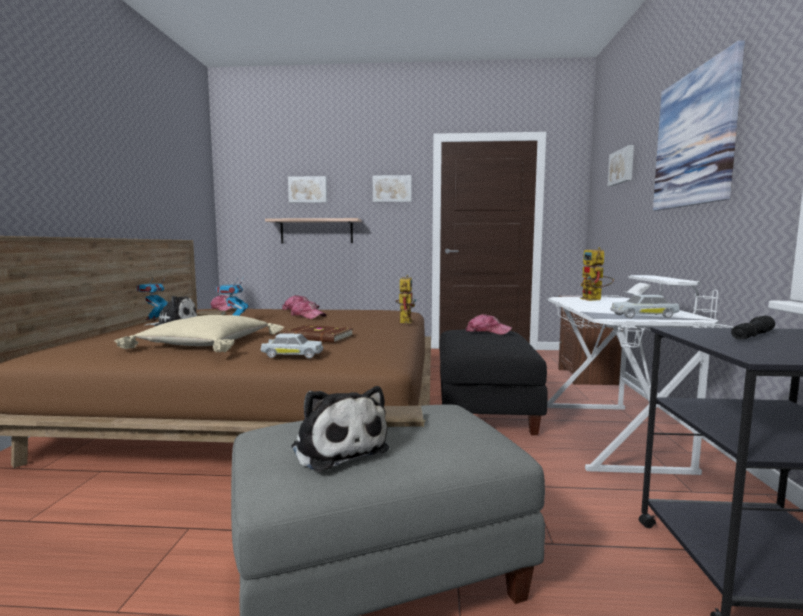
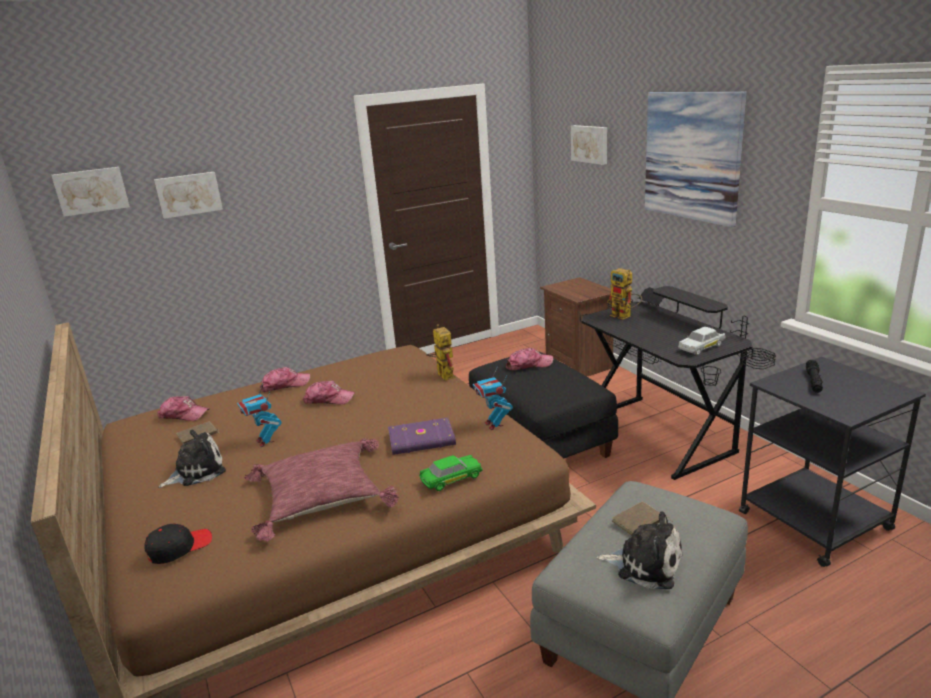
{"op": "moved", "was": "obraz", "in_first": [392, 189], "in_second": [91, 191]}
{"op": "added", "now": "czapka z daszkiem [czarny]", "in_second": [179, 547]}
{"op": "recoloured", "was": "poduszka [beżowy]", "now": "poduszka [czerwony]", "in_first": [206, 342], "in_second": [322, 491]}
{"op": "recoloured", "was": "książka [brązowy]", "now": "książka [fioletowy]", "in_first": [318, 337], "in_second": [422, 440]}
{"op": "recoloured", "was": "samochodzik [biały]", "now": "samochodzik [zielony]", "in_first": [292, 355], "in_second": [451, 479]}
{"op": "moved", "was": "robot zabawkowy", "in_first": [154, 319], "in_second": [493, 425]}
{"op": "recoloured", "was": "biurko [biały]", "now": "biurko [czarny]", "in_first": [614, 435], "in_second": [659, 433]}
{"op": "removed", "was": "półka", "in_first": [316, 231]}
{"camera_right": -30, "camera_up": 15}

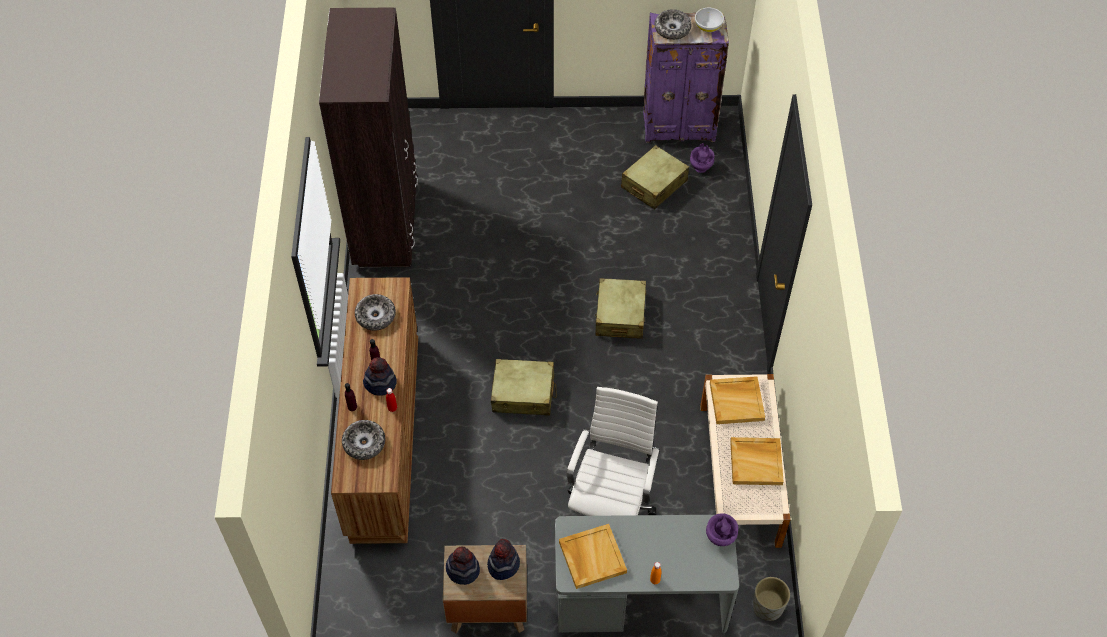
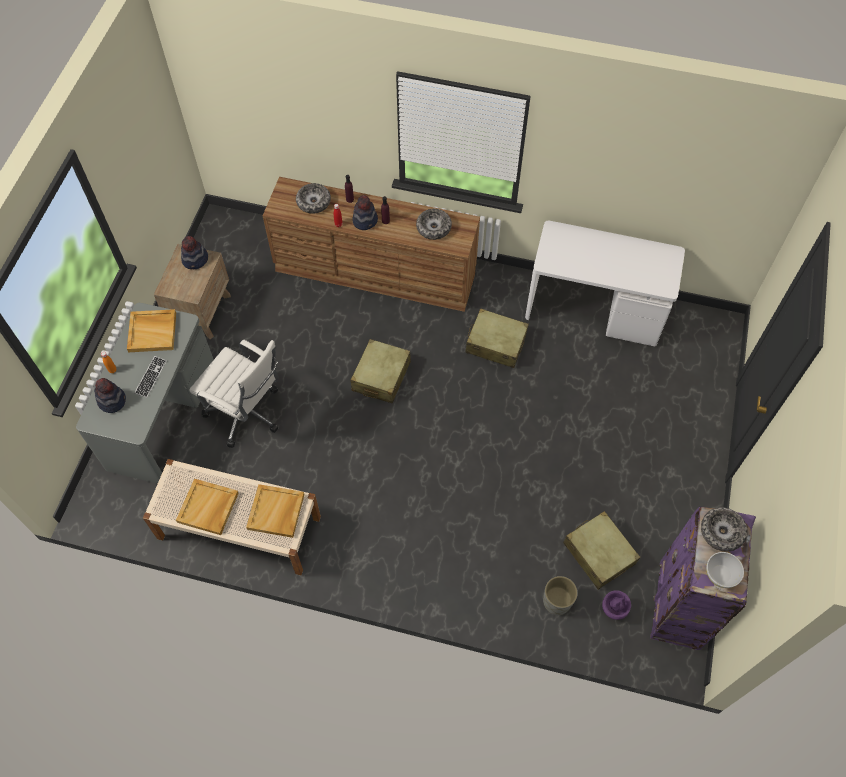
{"op": "moved", "was": "kapelusz", "in_first": [503, 564], "in_second": [112, 400]}
{"op": "added", "now": "klawiatura", "in_second": [151, 377]}
{"op": "moved", "was": "walizka [beżowy]", "in_first": [620, 315], "in_second": [495, 343]}
{"op": "replaced", "was": "szafa [brązowy]", "now": "biurko [biały]", "in_first": [386, 223], "in_second": [595, 309]}
{"op": "moved", "was": "donica [szary]", "in_first": [768, 607], "in_second": [556, 601]}
{"op": "removed", "was": "wazon [fioletowy]", "in_first": [720, 538]}
{"camera_right": 105, "camera_up": 5}

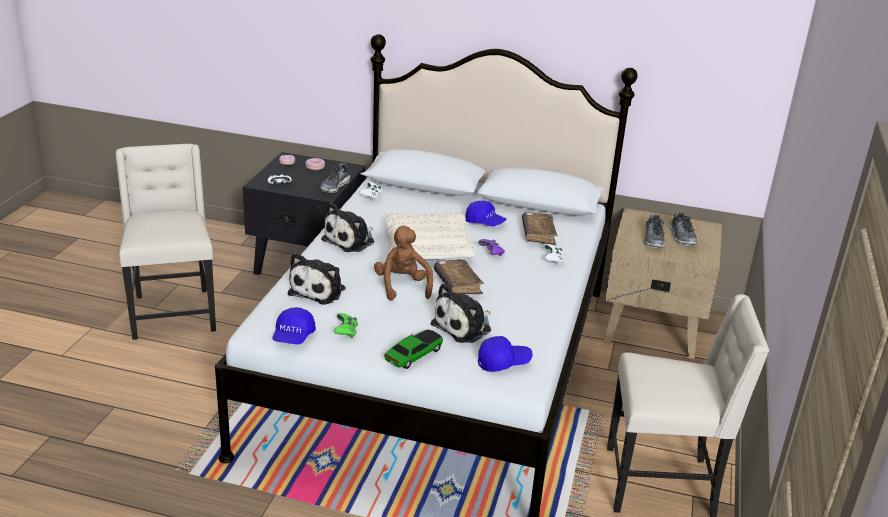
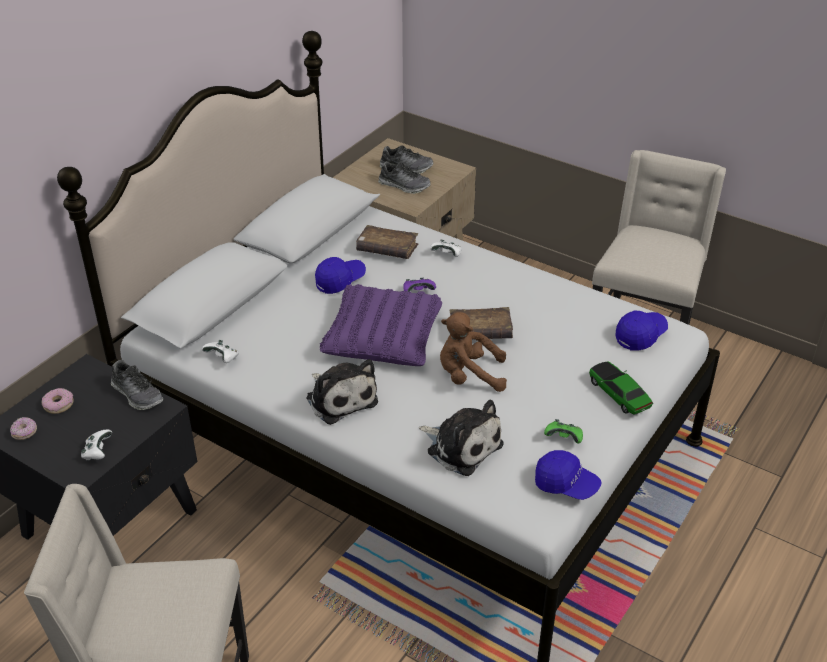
{"op": "recoloured", "was": "poduszka [beżowy]", "now": "poduszka [fioletowy]", "in_first": [428, 246], "in_second": [383, 336]}
{"op": "turned", "was": "czapka z daszkiem [niebieski]", "in_first": [503, 362], "in_second": [640, 335], "clockwise": 45}
{"op": "removed", "was": "pluszak", "in_first": [464, 327]}
{"camera_right": -70, "camera_up": 10}

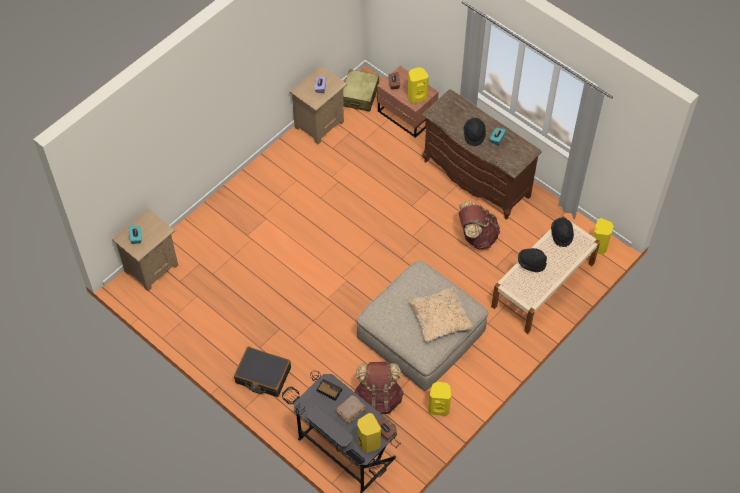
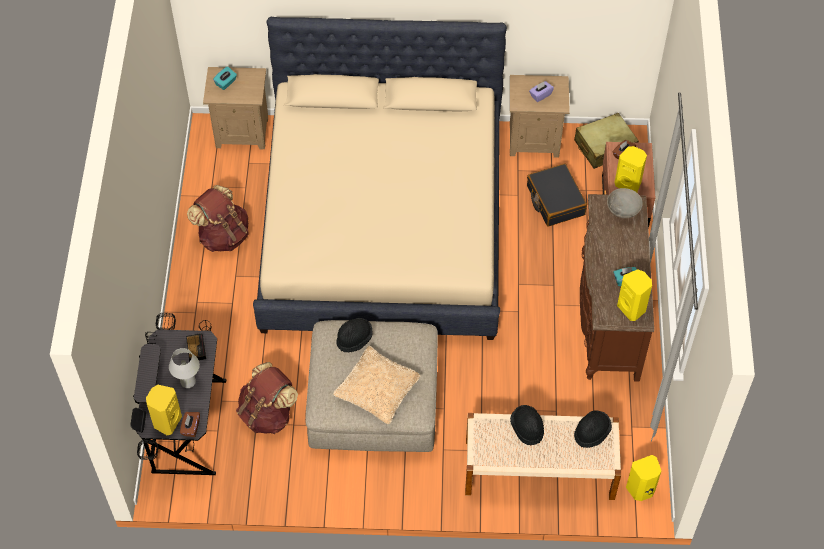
{"op": "replaced", "was": "książka [brązowy]", "now": "lampa stołowa [biały]", "in_first": [350, 411], "in_second": [188, 382]}
{"op": "moved", "was": "plecak [brązowy]", "in_first": [476, 236], "in_second": [223, 235]}
{"op": "added", "now": "łóżko [beżowy]", "in_second": [383, 224]}
{"op": "moved", "was": "kapelusz [czarny]", "in_first": [474, 135], "in_second": [354, 339]}
{"op": "moved", "was": "walizka [czarny]", "in_first": [263, 376], "in_second": [555, 200]}
{"op": "added", "now": "miska [szary]", "in_second": [623, 209]}
{"op": "moved", "was": "głośnik [żółty]", "in_first": [439, 407], "in_second": [632, 308]}
{"camera_right": 50, "camera_up": 0}

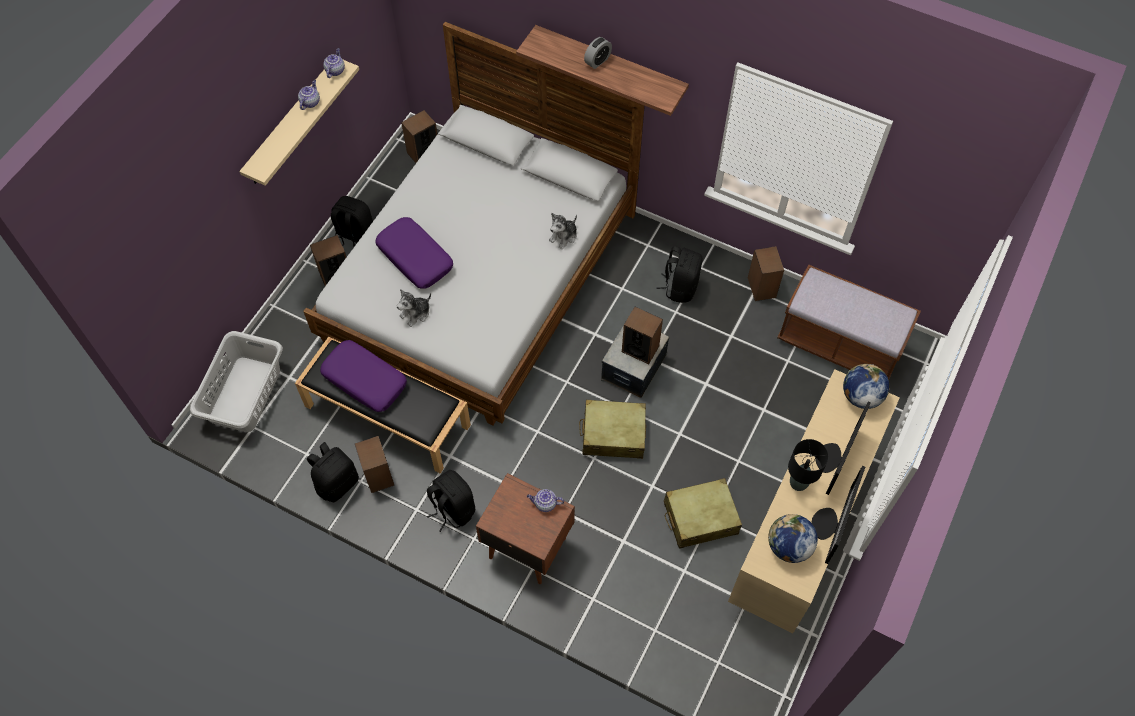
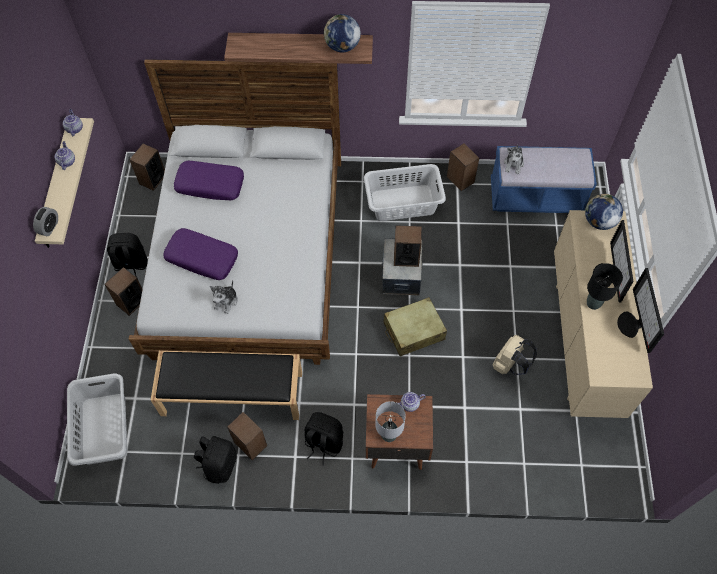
{"op": "moved", "was": "budzik", "in_first": [597, 61], "in_second": [49, 227]}
{"op": "moved", "was": "poduszka [fioletowy]", "in_first": [365, 380], "in_second": [210, 185]}
{"op": "moved", "was": "globus", "in_first": [788, 546], "in_second": [342, 47]}
{"op": "replaced", "was": "plecak [czarny]", "now": "kosz na pranie [szary]", "in_first": [680, 287], "in_second": [402, 202]}
{"op": "added", "now": "lampa stołowa [szary]", "in_second": [388, 435]}
{"op": "recoloured", "was": "ławka [brązowy]", "now": "ławka [niebieski]", "in_first": [839, 344], "in_second": [535, 197]}
{"op": "replaced", "was": "walizka [beżowy]", "now": "plecak [beżowy]", "in_first": [700, 518], "in_second": [510, 365]}
{"op": "moved", "was": "pluszak", "in_first": [564, 236], "in_second": [513, 164]}
{"camera_right": -25, "camera_up": 0}

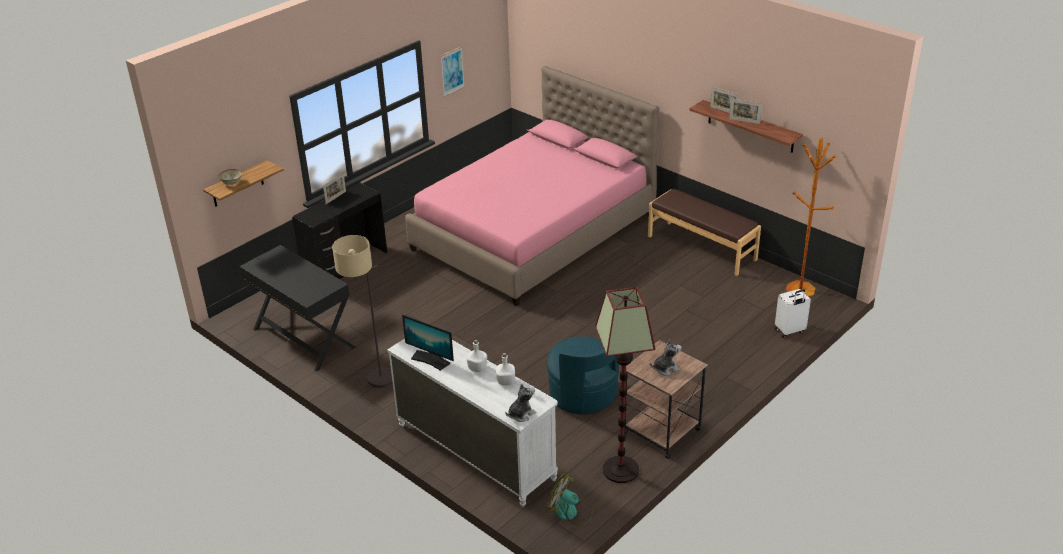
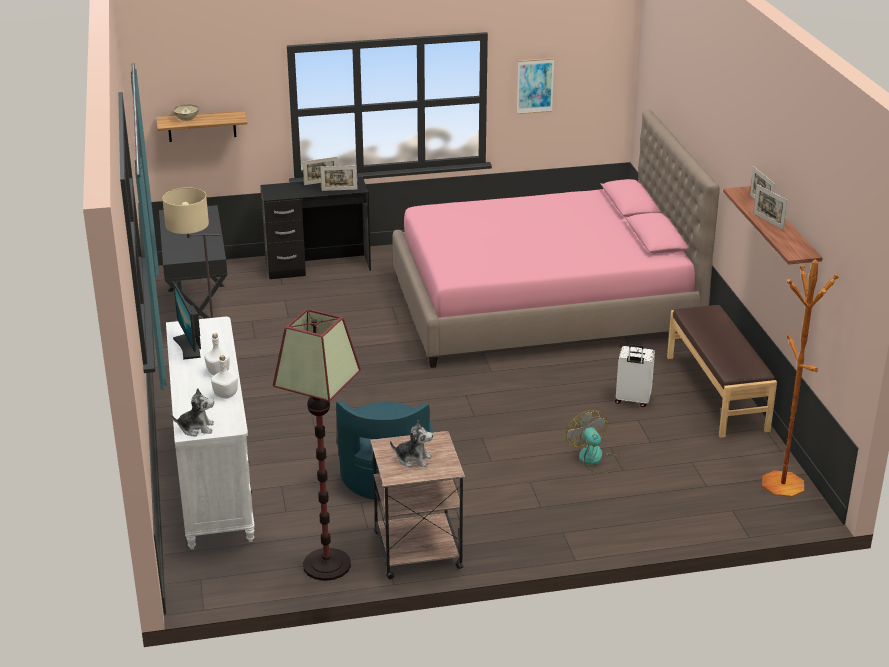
{"op": "added", "now": "ramka na zdjęcie", "in_second": [339, 190]}
{"op": "moved", "was": "wentylator", "in_first": [571, 512], "in_second": [595, 459]}
{"op": "moved", "was": "walizka [biały]", "in_first": [790, 331], "in_second": [632, 400]}
{"camera_right": 35, "camera_up": -5}

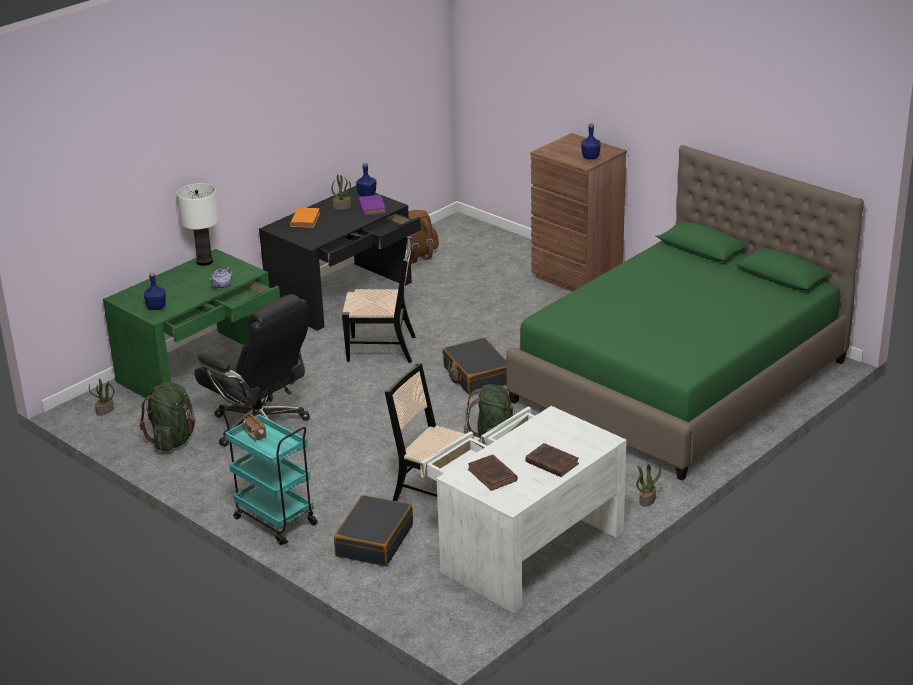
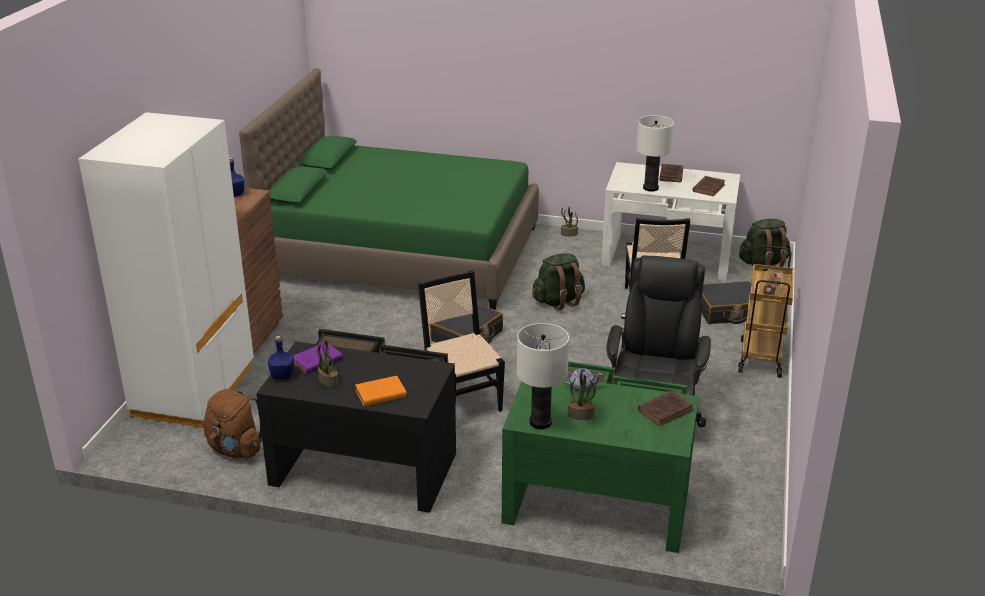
{"op": "added", "now": "szafa [biały]", "in_second": [194, 391]}
{"op": "moved", "was": "roślina doniczkowa", "in_first": [105, 411], "in_second": [581, 415]}
{"op": "added", "now": "lampa stołowa [biały]", "in_second": [650, 188]}
{"op": "replaced", "was": "butelka [niebieski]", "now": "książka [brązowy]", "in_first": [156, 307], "in_second": [666, 410]}
{"op": "recoloured", "was": "wózek [turkusowy]", "now": "wózek [brązowy]", "in_first": [274, 521], "in_second": [760, 359]}
{"op": "moved", "was": "plecak [zielony]", "in_first": [173, 440], "in_second": [763, 264]}
{"camera_right": -120, "camera_up": 0}

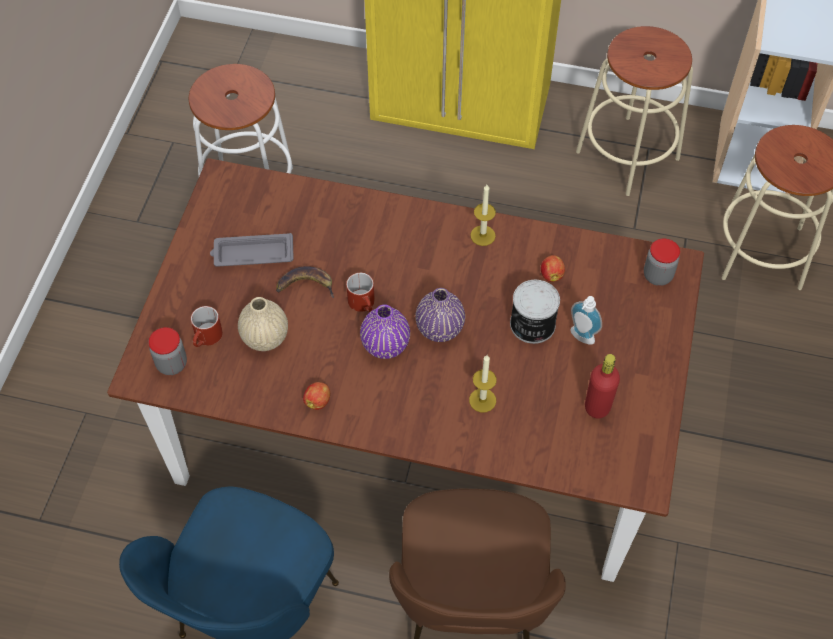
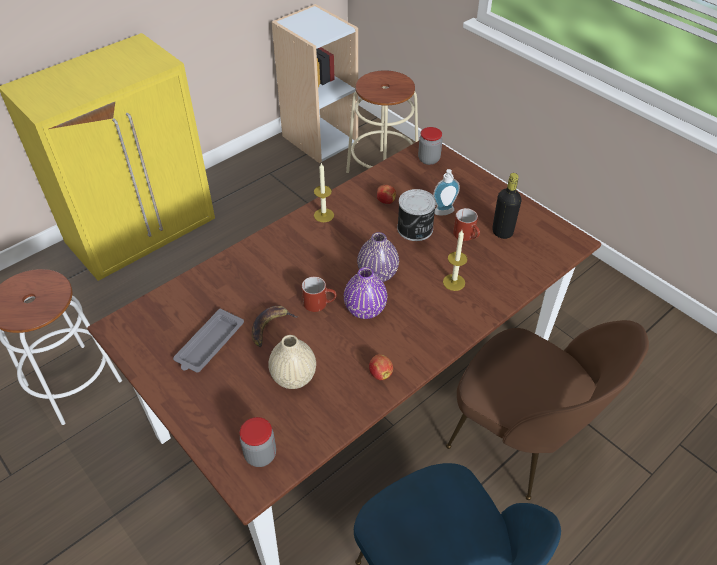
{"op": "moved", "was": "kubek [czerwony]", "in_first": [207, 339], "in_second": [467, 236]}
{"op": "recoloured", "was": "butelka [czerwony]", "now": "butelka [czarny]", "in_first": [597, 407], "in_second": [502, 232]}
{"op": "removed", "was": "stołek [beżowy]", "in_first": [627, 155]}
{"camera_right": -55, "camera_up": -10}

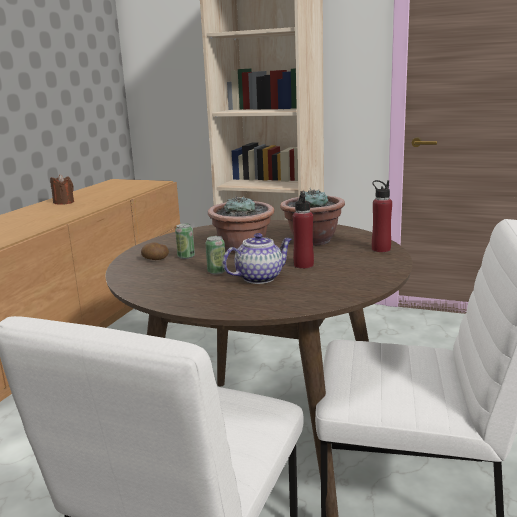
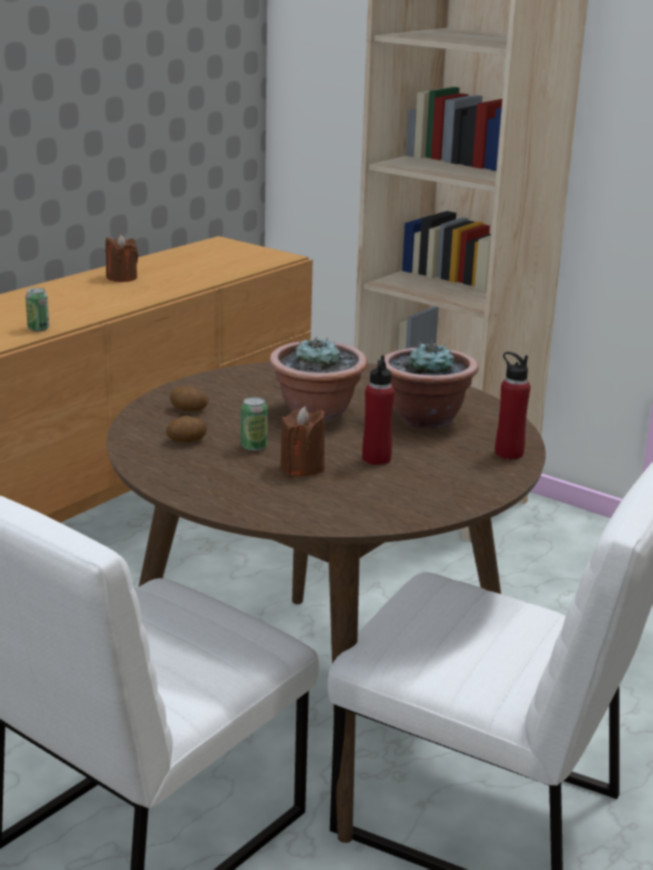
{"op": "moved", "was": "puszka", "in_first": [186, 257], "in_second": [38, 329]}
{"op": "added", "now": "ziemniak", "in_second": [187, 441]}
{"op": "replaced", "was": "imbryk", "now": "świeca [brązowy]", "in_first": [260, 278], "in_second": [302, 468]}
{"camera_right": 15, "camera_up": 5}

